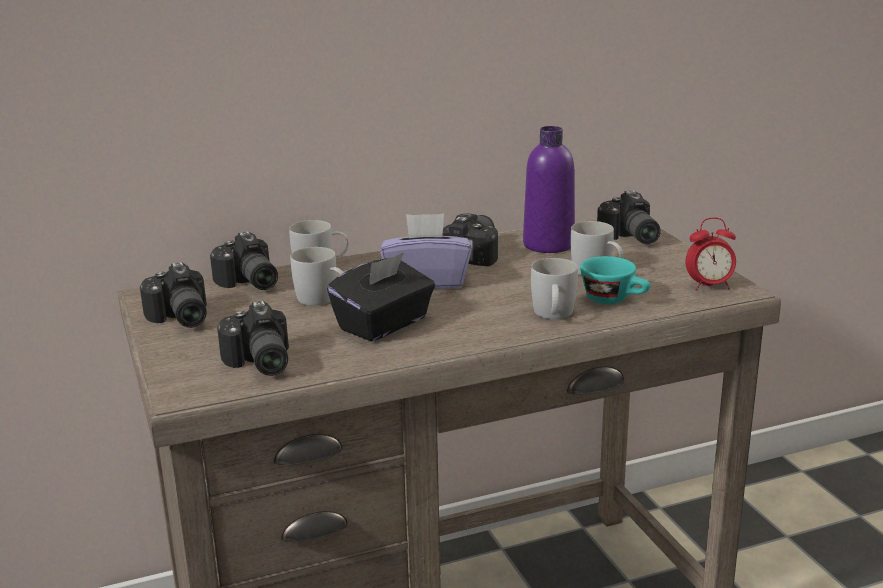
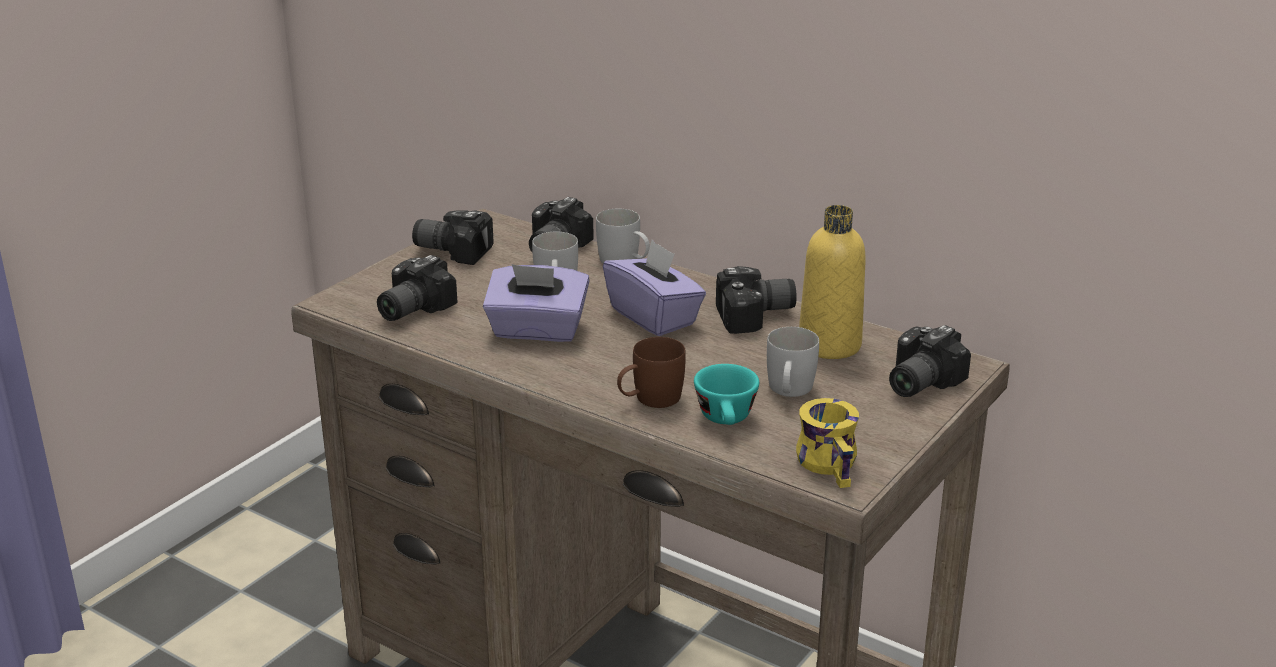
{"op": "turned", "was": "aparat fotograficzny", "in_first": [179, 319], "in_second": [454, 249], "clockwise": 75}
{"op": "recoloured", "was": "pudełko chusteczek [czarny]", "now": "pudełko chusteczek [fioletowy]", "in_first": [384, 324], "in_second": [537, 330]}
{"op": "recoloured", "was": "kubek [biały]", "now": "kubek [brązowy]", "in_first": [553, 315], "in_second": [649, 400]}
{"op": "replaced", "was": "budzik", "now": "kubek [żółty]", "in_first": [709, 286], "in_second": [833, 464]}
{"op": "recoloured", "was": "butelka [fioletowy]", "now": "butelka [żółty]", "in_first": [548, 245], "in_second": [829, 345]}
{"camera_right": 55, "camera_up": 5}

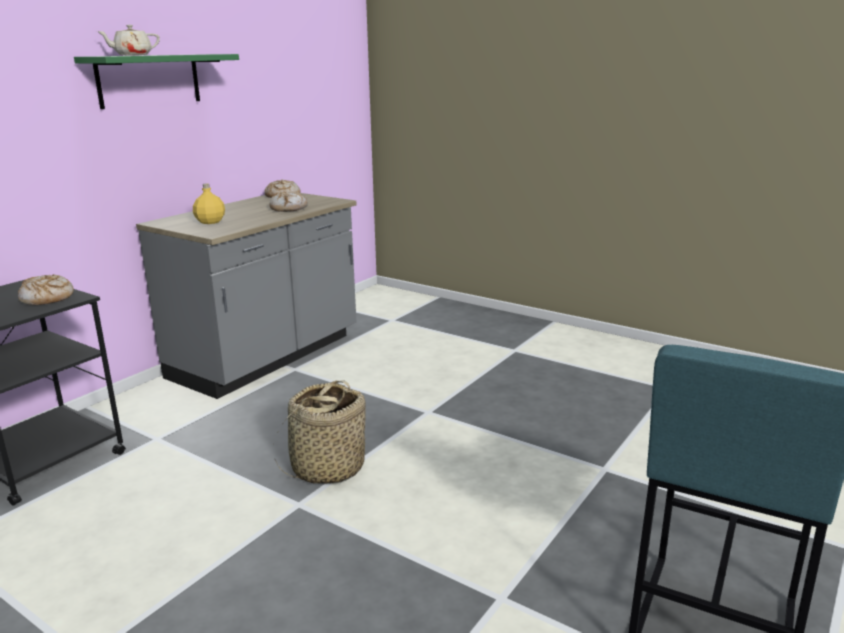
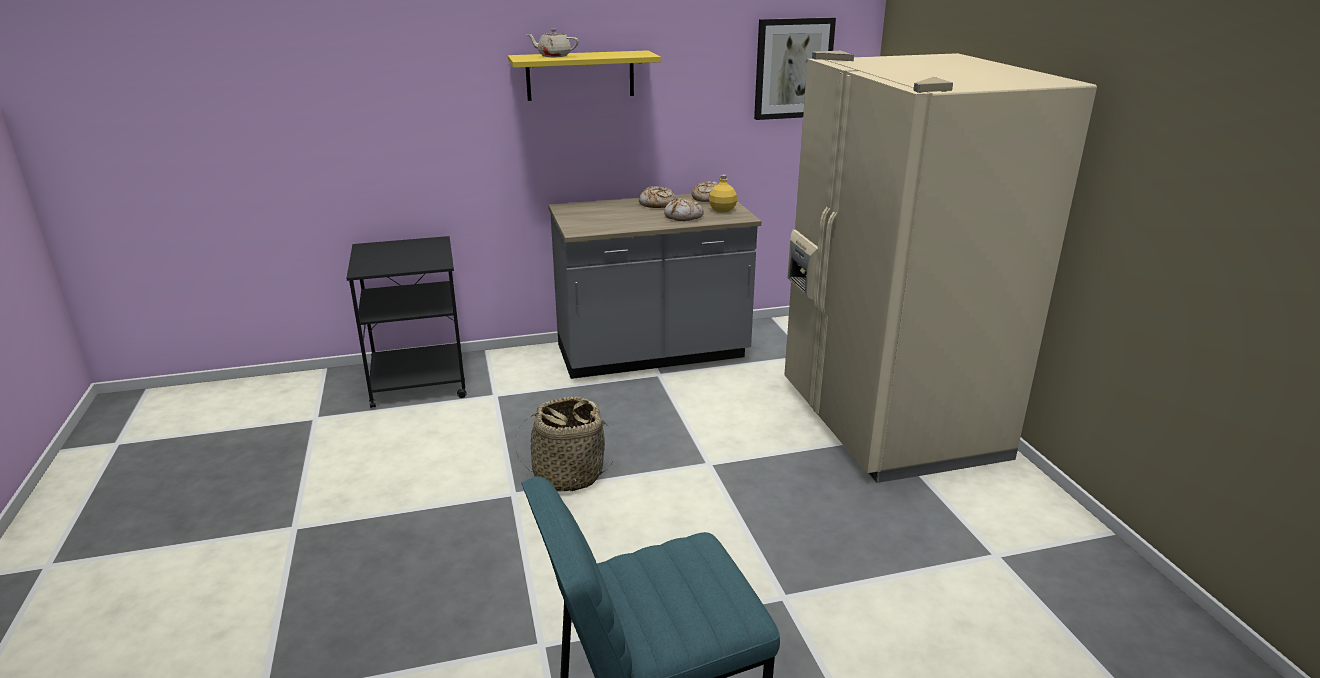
{"op": "recoloured", "was": "półka [zielony]", "now": "półka [żółty]", "in_first": [149, 80], "in_second": [580, 75]}
{"op": "moved", "was": "chleb", "in_first": [47, 298], "in_second": [657, 204]}
{"op": "moved", "was": "butelka [żółty]", "in_first": [210, 222], "in_second": [722, 210]}
{"op": "added", "now": "obraz", "in_second": [793, 68]}
{"op": "added", "now": "lodówka [beżowy]", "in_second": [889, 420]}
{"camera_right": 40, "camera_up": 5}

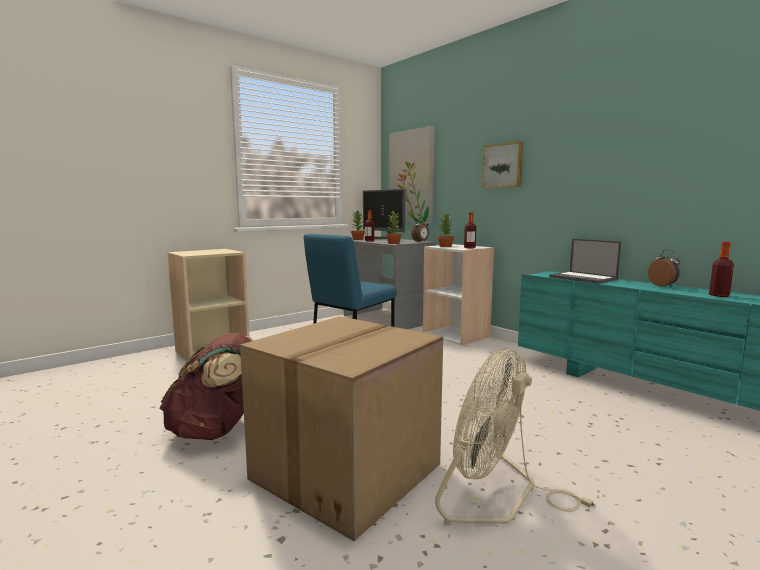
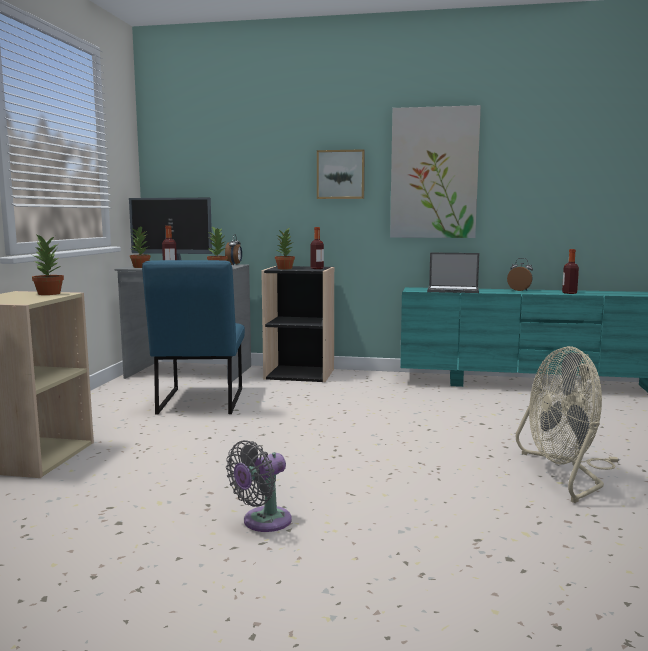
{"op": "added", "now": "roślina doniczkowa", "in_second": [48, 293]}
{"op": "replaced", "was": "plecak [brązowy]", "now": "wentylator [szary]", "in_first": [215, 430], "in_second": [263, 522]}
{"op": "recoloured", "was": "regał [biały]", "now": "regał [czarny]", "in_first": [457, 335], "in_second": [300, 374]}
{"op": "moved", "was": "obraz", "in_first": [411, 177], "in_second": [434, 173]}
{"op": "removed", "was": "karton", "in_first": [346, 473]}
{"camera_right": -40, "camera_up": 0}

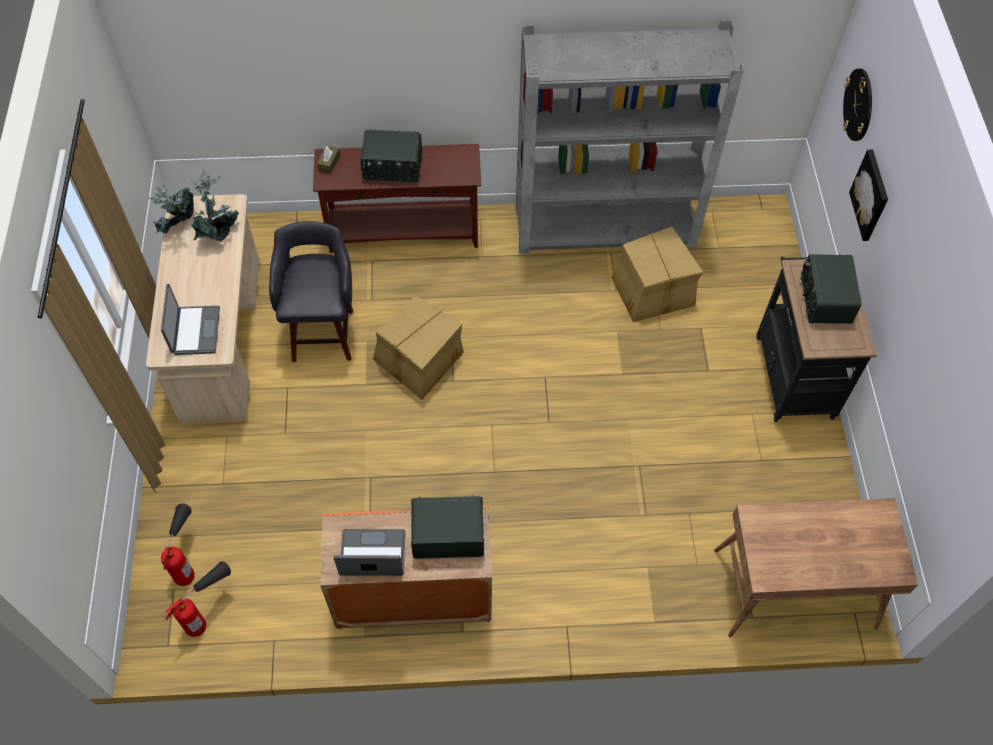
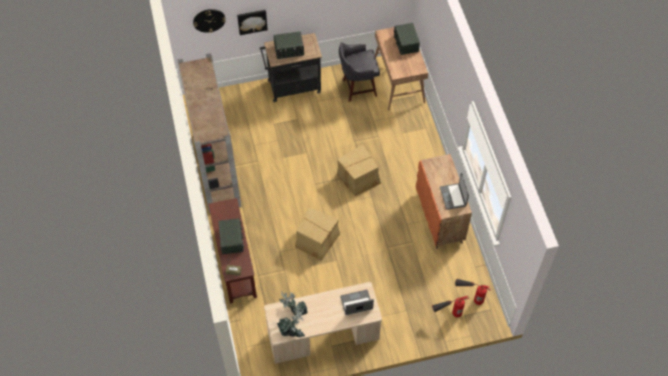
{"op": "recoloured", "was": "regał [szary]", "now": "regał [brązowy]", "in_first": [605, 226], "in_second": [216, 170]}
{"op": "moved", "was": "karton", "in_first": [652, 290], "in_second": [359, 177]}
{"op": "moved", "was": "stołek [szary]", "in_first": [323, 332], "in_second": [357, 88]}
{"op": "moved", "was": "radio", "in_first": [448, 534], "in_second": [405, 43]}
{"camera_right": -100, "camera_up": 0}

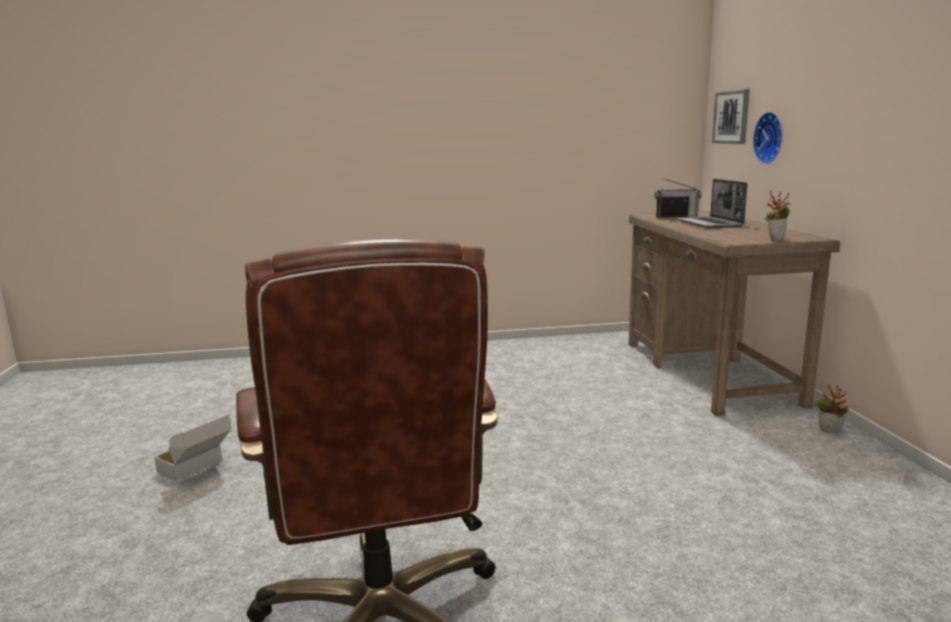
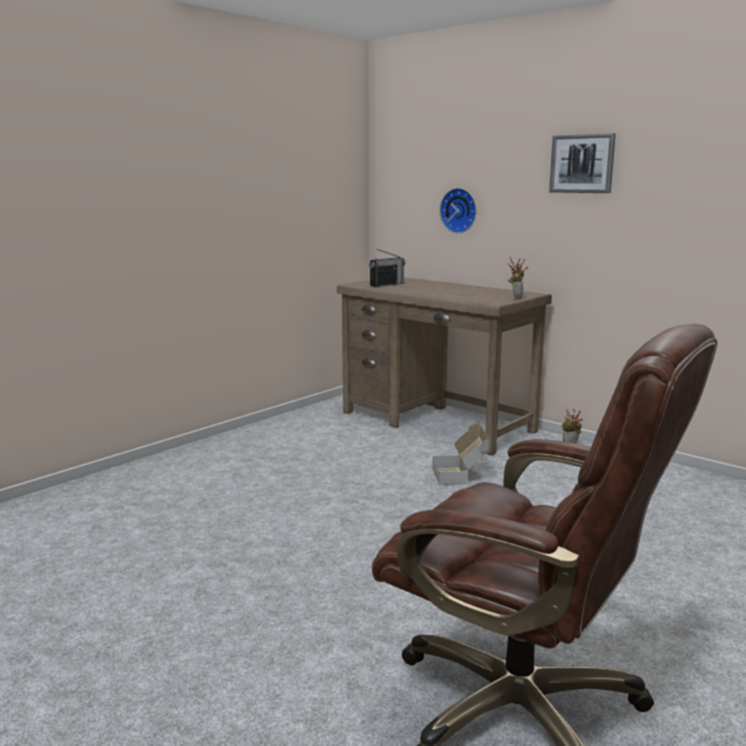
{"op": "moved", "was": "karton", "in_first": [197, 470], "in_second": [460, 475]}
{"op": "moved", "was": "obraz", "in_first": [731, 117], "in_second": [582, 163]}
{"op": "removed", "was": "laptop", "in_first": [710, 224]}
{"camera_right": -40, "camera_up": 0}

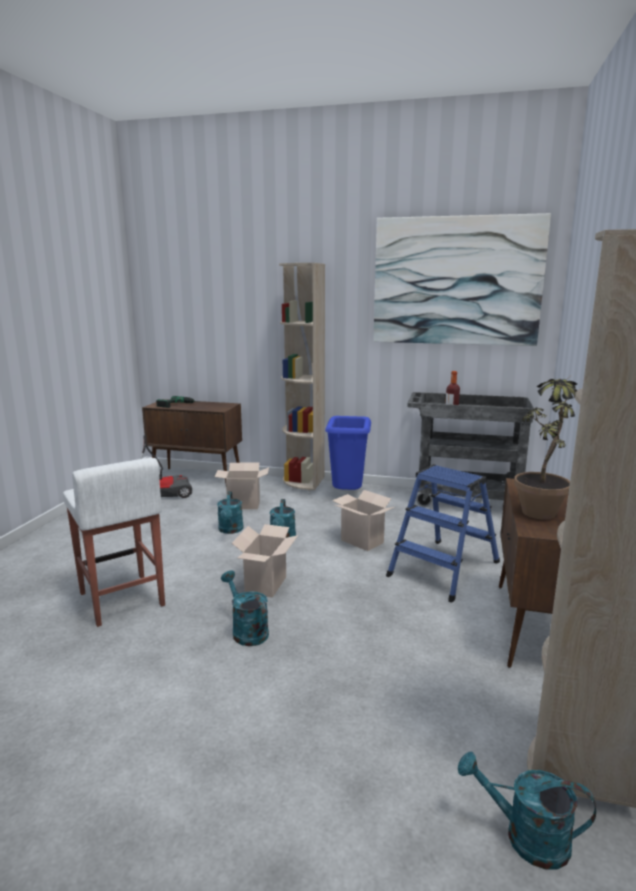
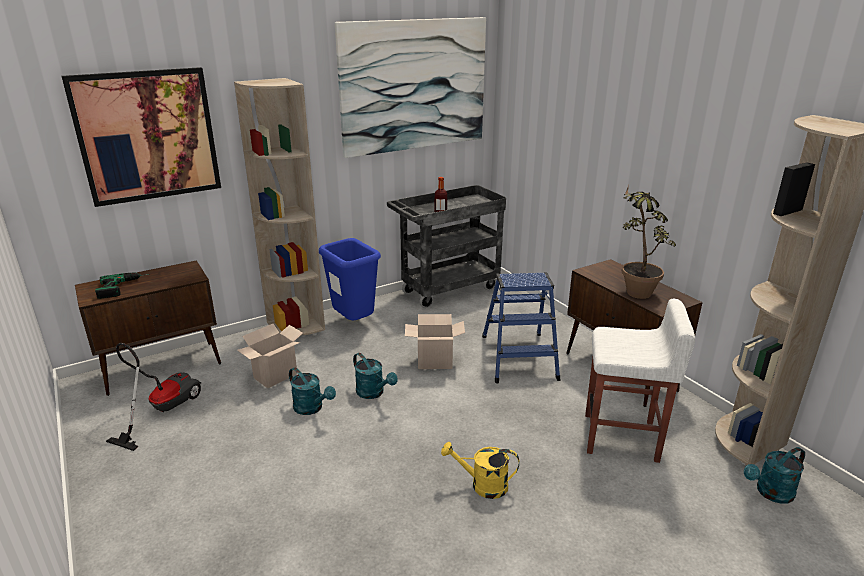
{"op": "added", "now": "obraz", "in_second": [147, 136]}
{"op": "recoloured", "was": "konewka [turkusowy]", "now": "konewka [żółty]", "in_first": [246, 630], "in_second": [482, 485]}
{"op": "moved", "was": "stołek [biały]", "in_first": [121, 600], "in_second": [622, 438]}
{"op": "removed", "was": "karton", "in_first": [266, 585]}
{"camera_right": -45, "camera_up": 10}

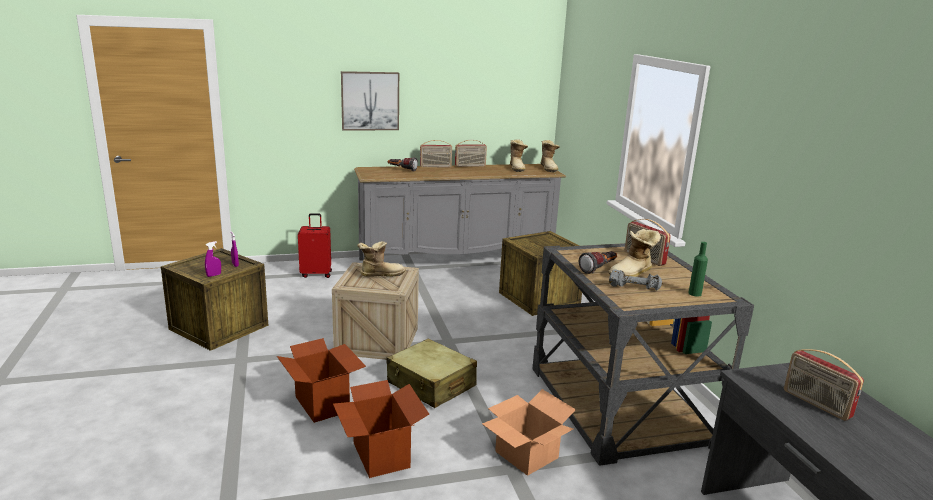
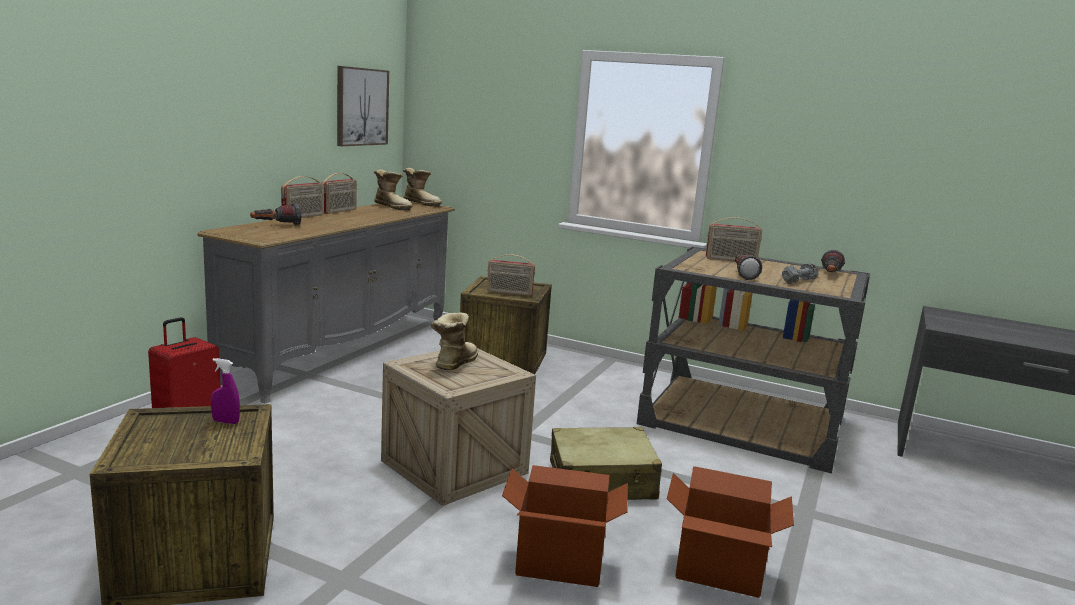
{"op": "moved", "was": "obraz", "in_first": [370, 101], "in_second": [361, 107]}
{"op": "moved", "was": "radio", "in_first": [816, 404], "in_second": [509, 293]}
{"op": "replaced", "was": "butelka [zielony]", "now": "latarka", "in_first": [694, 293], "in_second": [830, 275]}
{"op": "removed", "was": "spryskiwacz [fioletowy]", "in_first": [214, 275]}
{"op": "removed", "was": "karton", "in_first": [527, 455]}
{"op": "removed", "was": "but z cholewką", "in_first": [633, 274]}
{"camera_right": -50, "camera_up": -5}

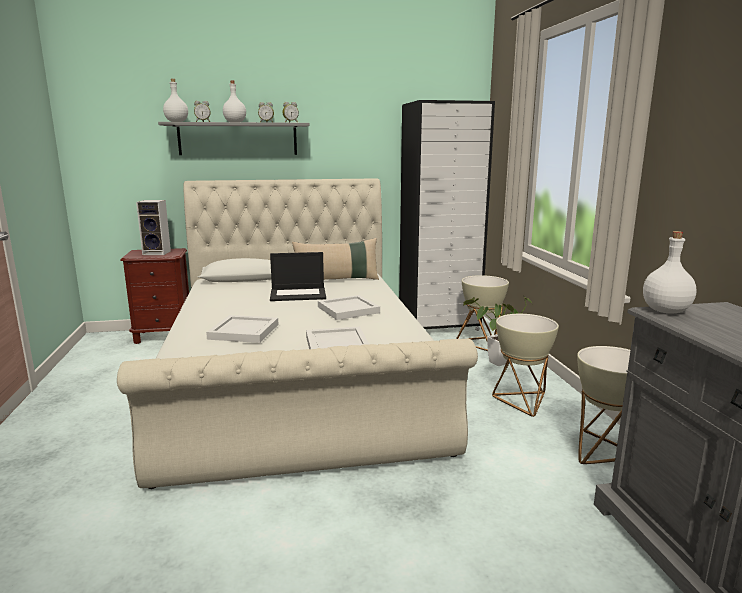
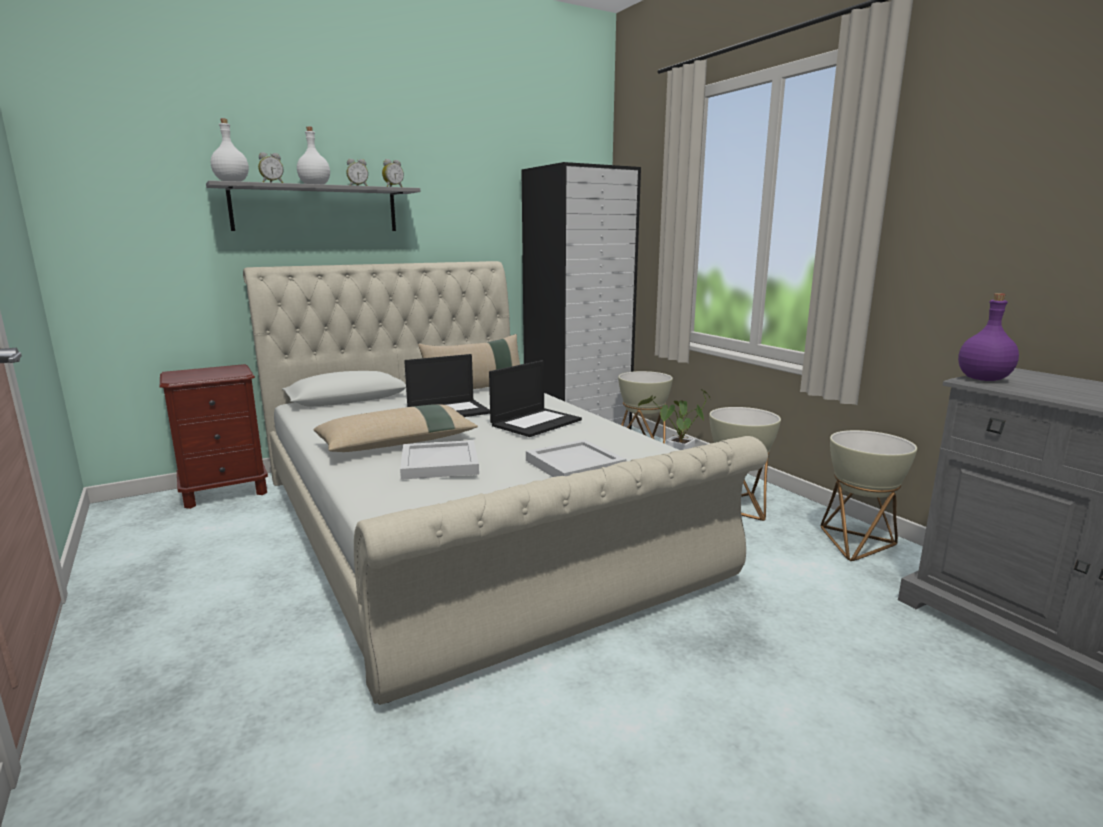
{"op": "added", "now": "poduszka [beżowy]", "in_second": [398, 443]}
{"op": "replaced", "was": "taca [biały]", "now": "laptop", "in_first": [348, 309], "in_second": [536, 422]}
{"op": "recoloured", "was": "butelka [biały]", "now": "butelka [fioletowy]", "in_first": [664, 311], "in_second": [982, 379]}
{"op": "removed", "was": "głośnik", "in_first": [158, 253]}
{"camera_right": -20, "camera_up": 0}

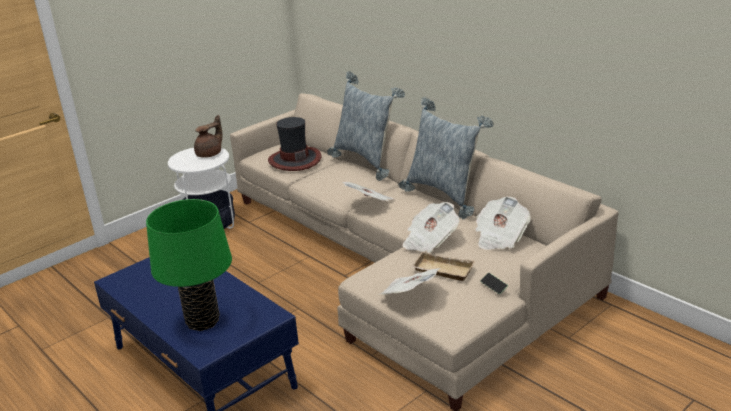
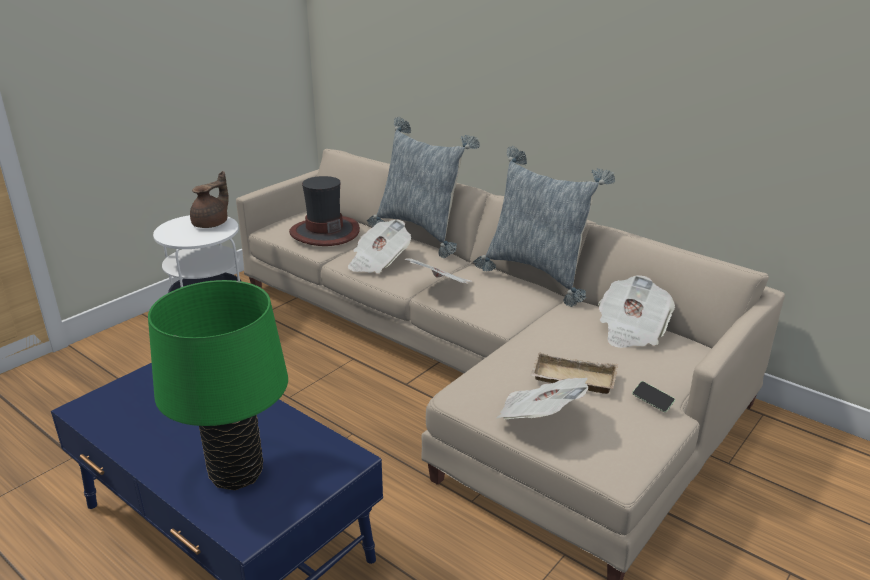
{"op": "moved", "was": "gazeta", "in_first": [429, 241], "in_second": [378, 262]}
{"camera_right": -10, "camera_up": 0}

